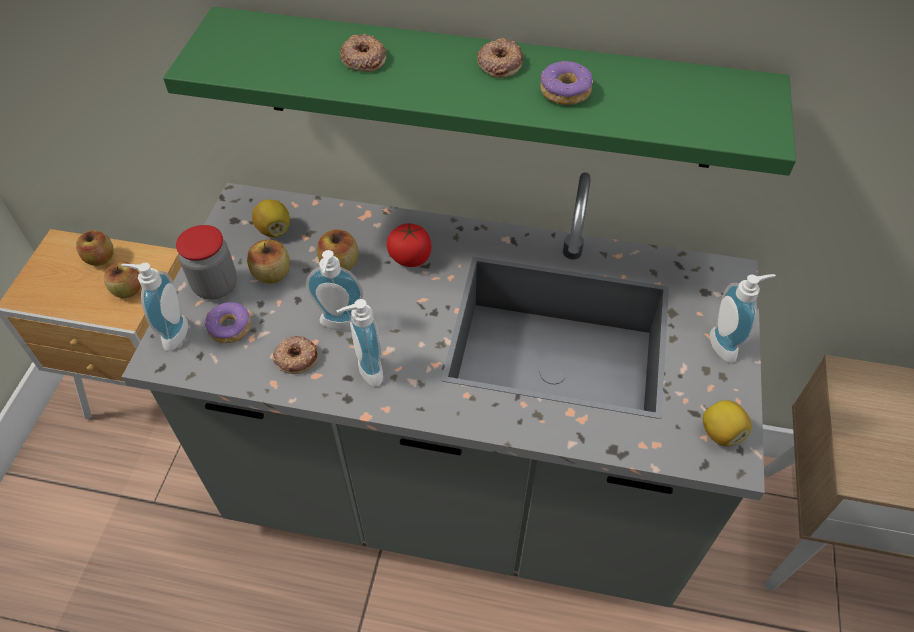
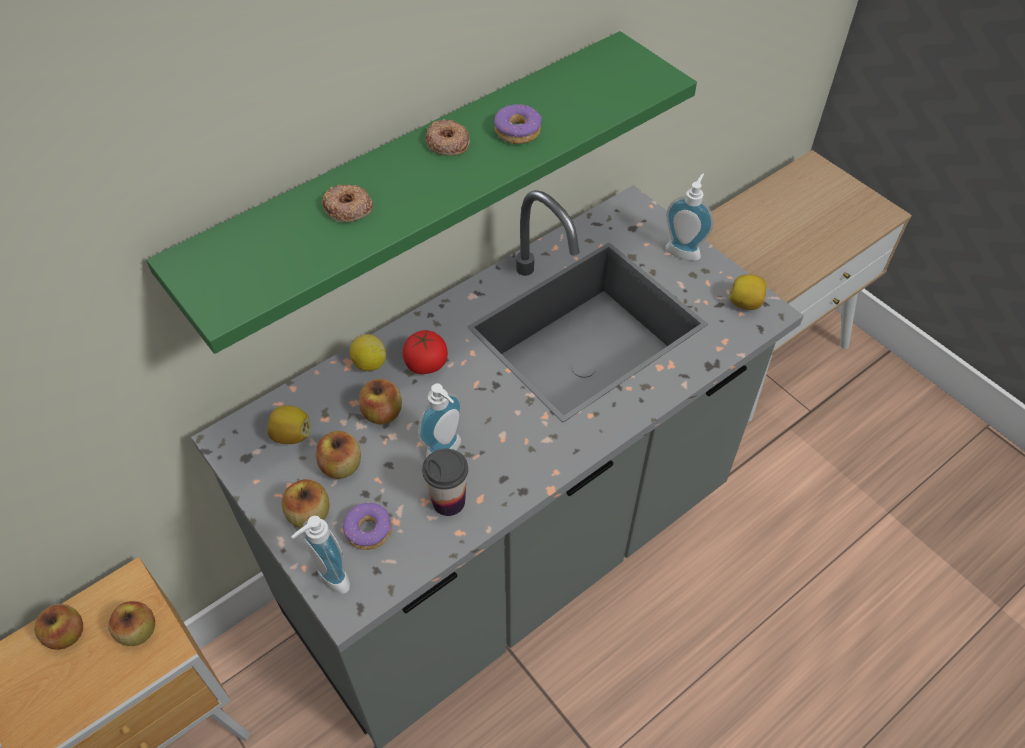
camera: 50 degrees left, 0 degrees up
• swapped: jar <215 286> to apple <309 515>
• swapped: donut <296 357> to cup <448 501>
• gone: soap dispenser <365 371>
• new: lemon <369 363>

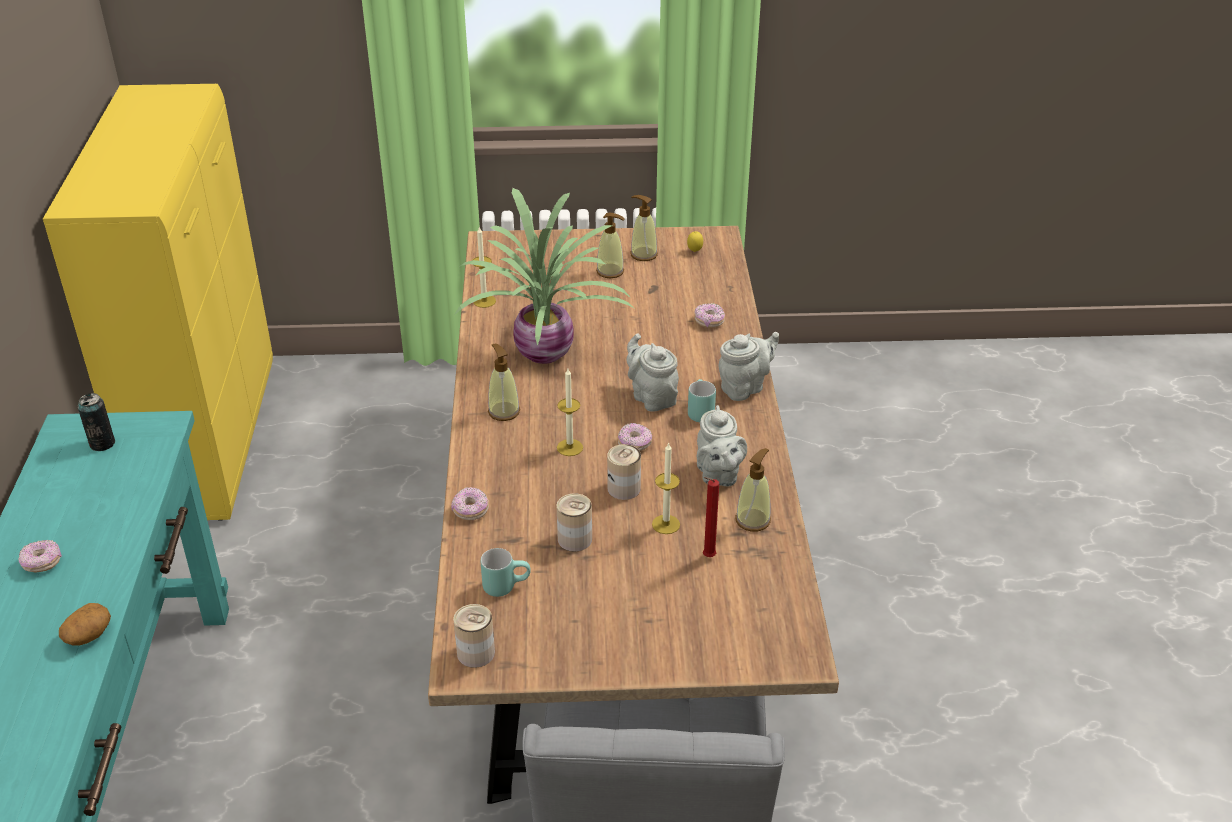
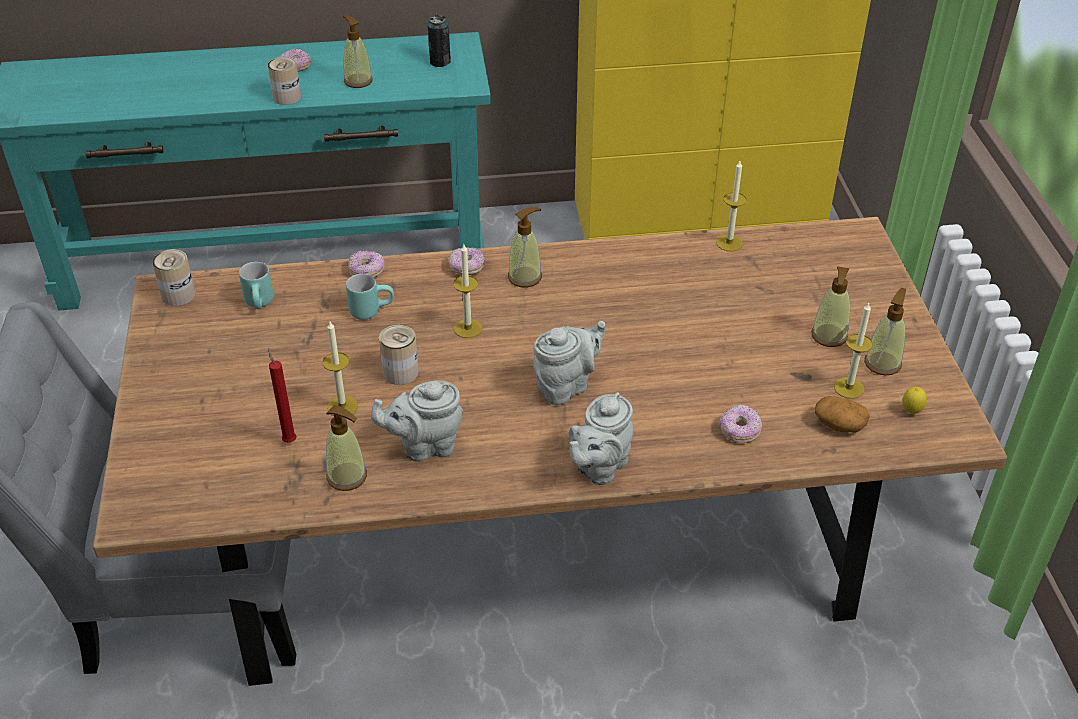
camera: 85 degrees right, 5 degrees up
• shifted: potato <88 635> to <839 424>
• gone: potted plant <546 351>
• shifted: can <575 539> to <287 97>
• shifted: donut <634 444> to <467 268>
• shifted: turquoise mug <698 411> to <371 310>
• rotated: grey teapot <745 387> = <599 467> 75 degrees clockwise
• new: soap dispenser <358 81>
• new: candle <849 388>

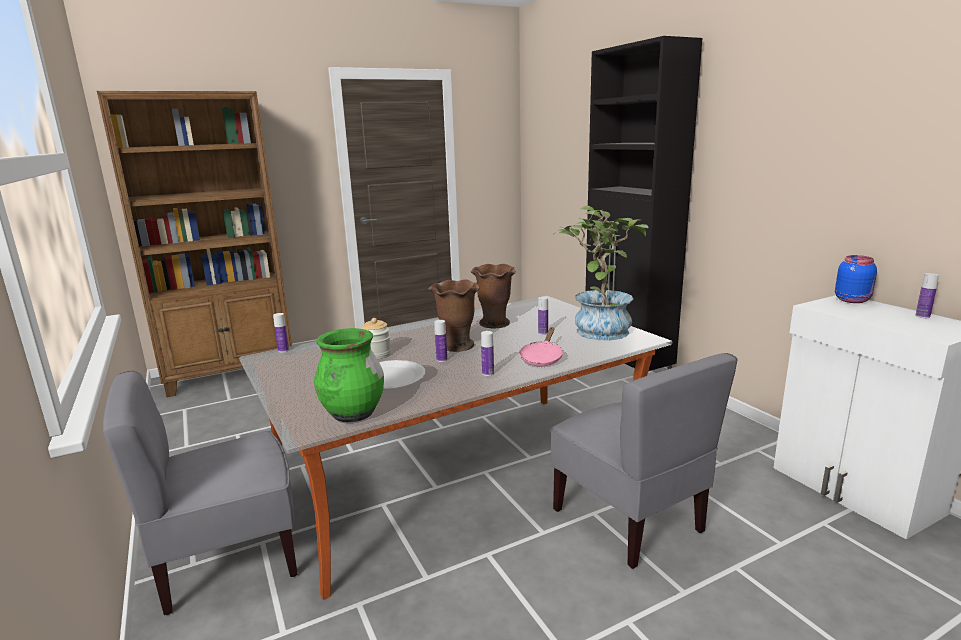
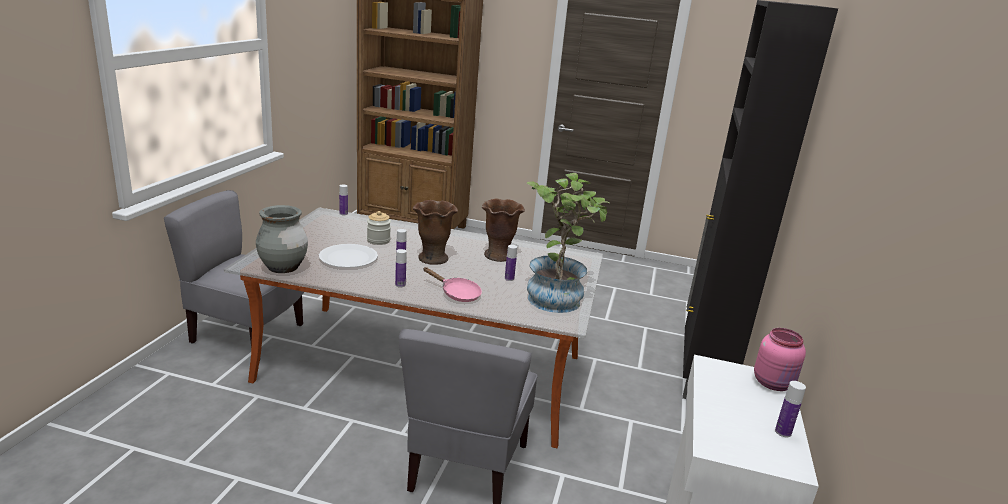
camera: 40 degrees right, 5 degrees up
• repainted: green vase <353 414> to grey vase <283 268>
• rotated: pink frying pan <542 358> = <457 294> 120 degrees counterclockwise
• repainted: blue jar <852 300> to pink jar <774 384>

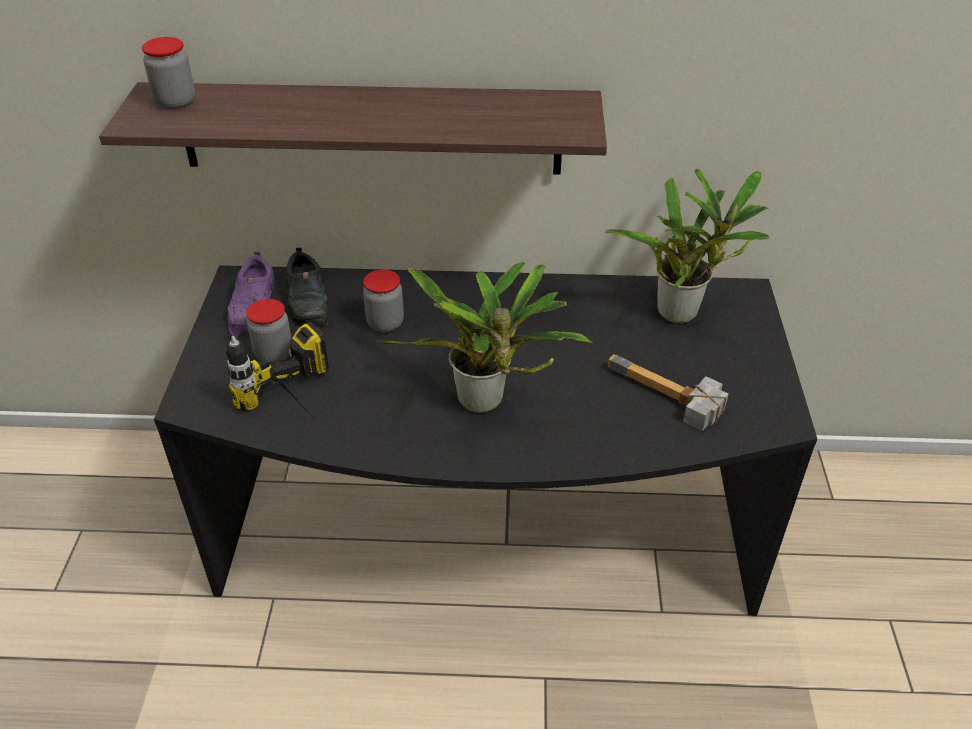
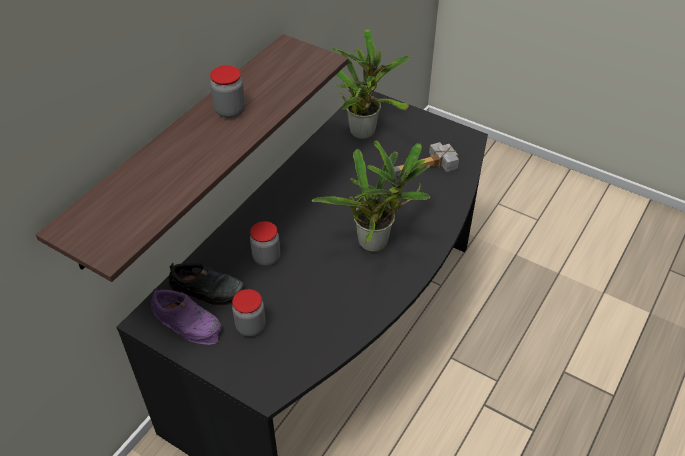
camera: 60 degrees left, 5 degrees up
• shifted: jar <175 102> to <230 111>
• gone: power drill <298 408>

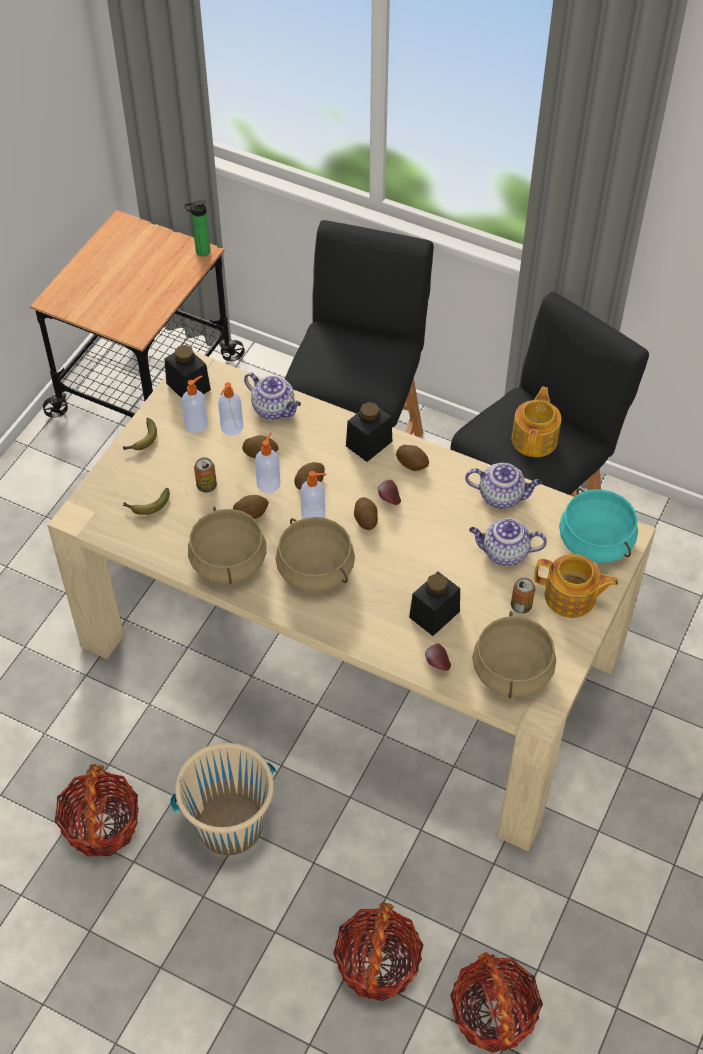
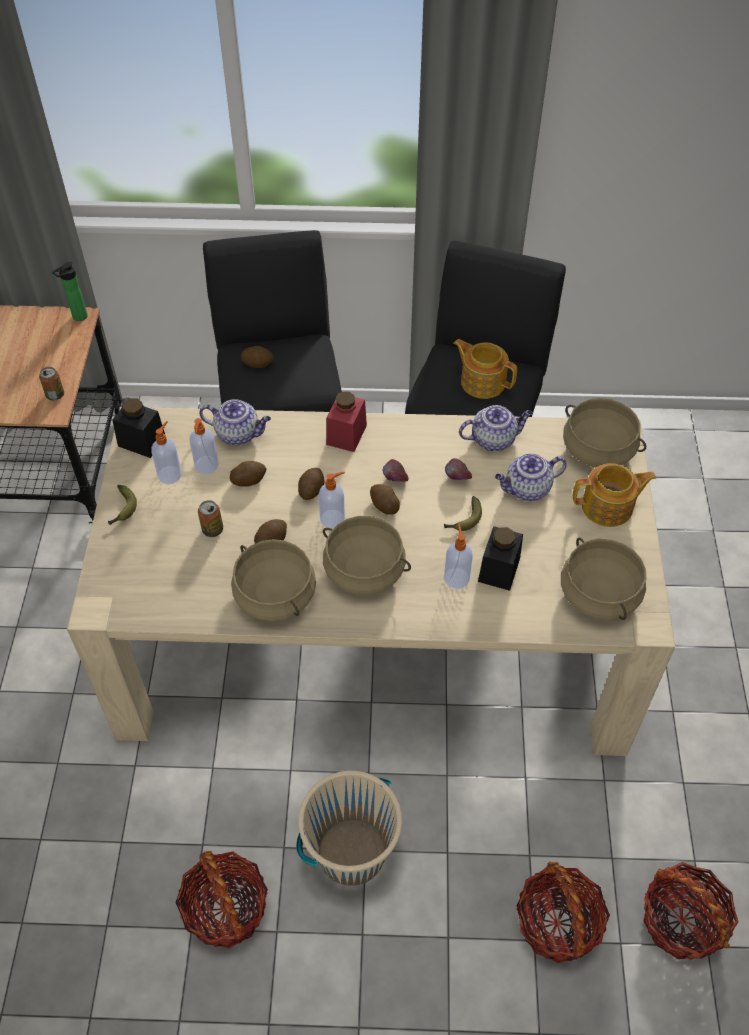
camera: 25 degrees left, 0 degrees up
• shifted: banana <147 506> to <464 520>
• shifted: soap dispenser <269 483> to <456 577>
• repainted: black jar <369 443> to red jar <346 435>
• shifted: potato <412 464> to <258 363>
• shifted: apple <437 665> to <457 479>
• rotated: teapot <535 439> = <482 381> 45 degrees counterclockwise
• shifted: can <521 606> to <55 395>
• repainted: turquoise cooking pot <596 541> to beige cooking pot <598 449>

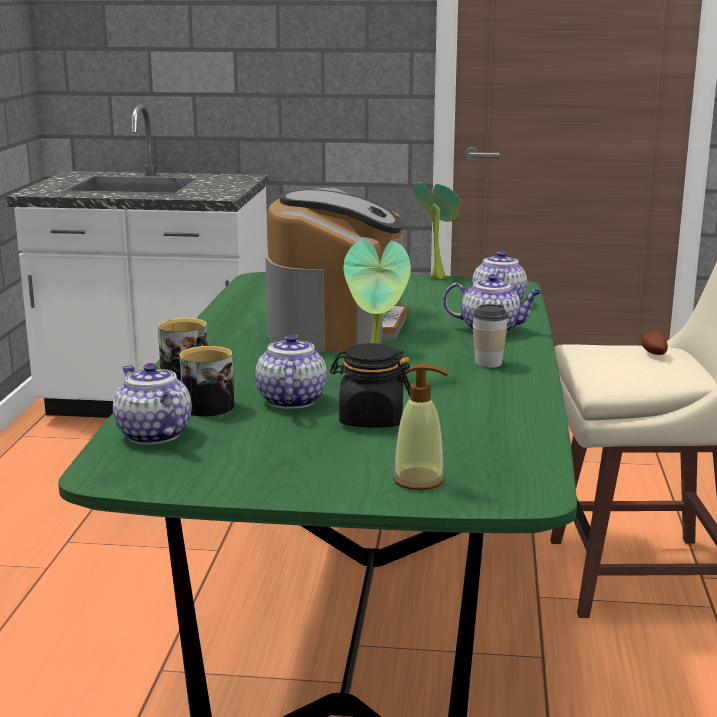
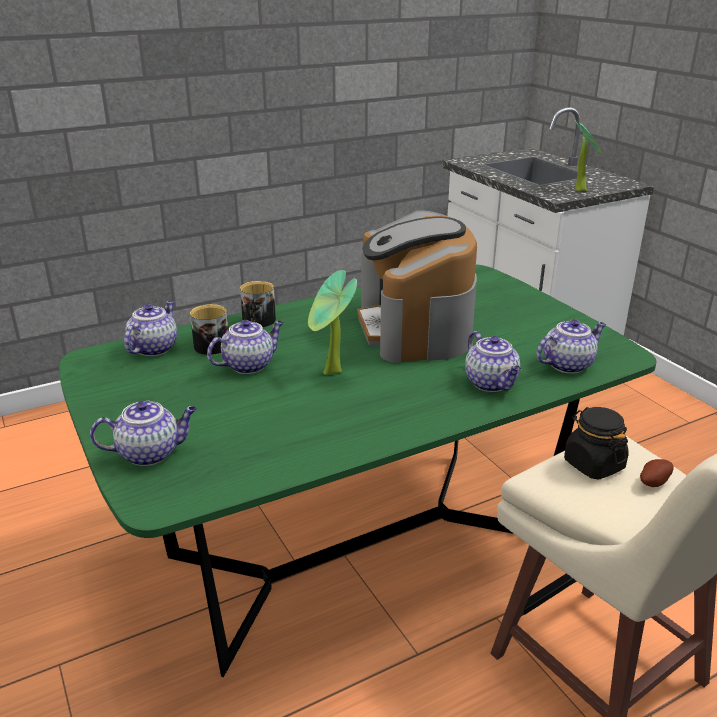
camera: 55 degrees right, 10 degrees up
• rotated: coffee machine <337 324> = <415 328> 105 degrees clockwise
• shifted: black jar <371 419> to <593 464>
• swapped: soap dispenser <419 480> to teapot <150 453>
• shifted: potted plant <436 277> to <581 189>
• gone: cup <488 363>

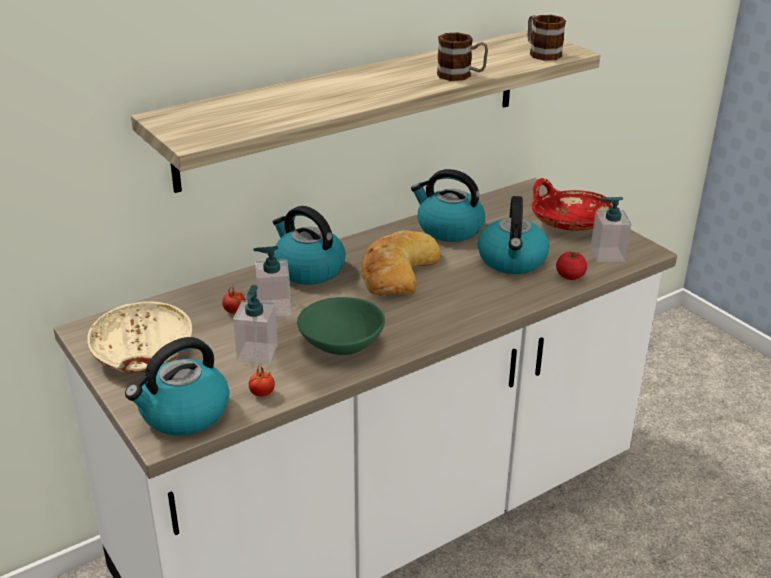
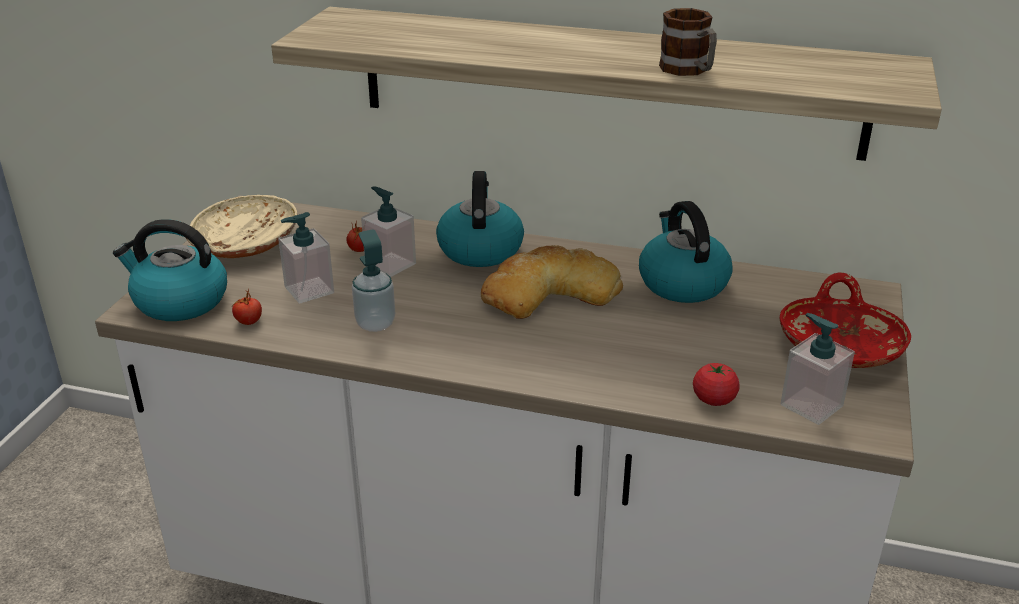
camera: 50 degrees right, 0 degrees up
• swapped: green bowl <341 345> to soap dispenser <375 324>
• gone: kettle <512 261>
• gone: mug <541 53>

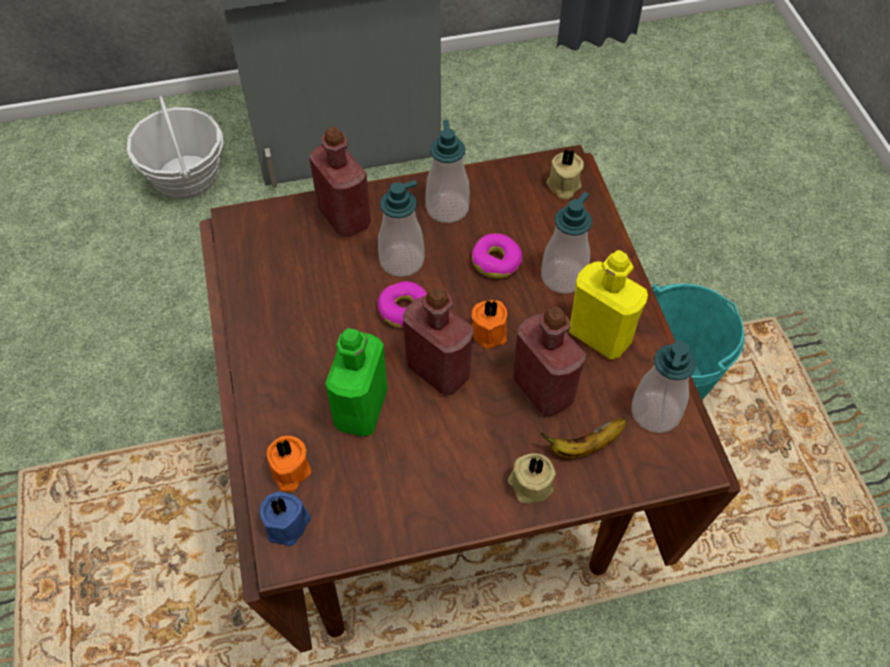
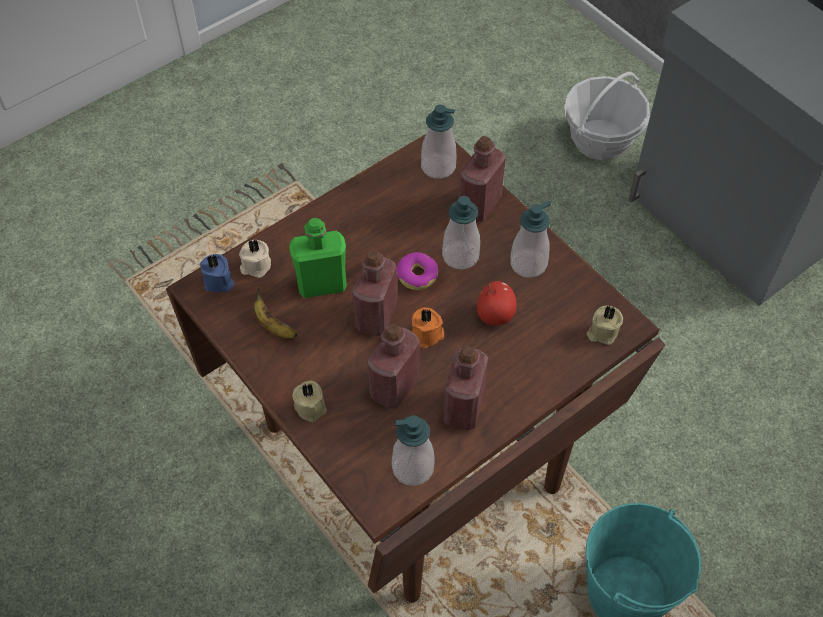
camera: 65 degrees right, 0 degrees up
• repainted: orange candle <289 472> to beige candle <255 266>
• swapped: donut <496 262> to apple <495 315>
• shifted: banana <584 446> to <273 326>
• shifted: soap dispenser <563 277> to <438 166>
• repainted: yellow bottle <599 336> to red bottle <463 408>

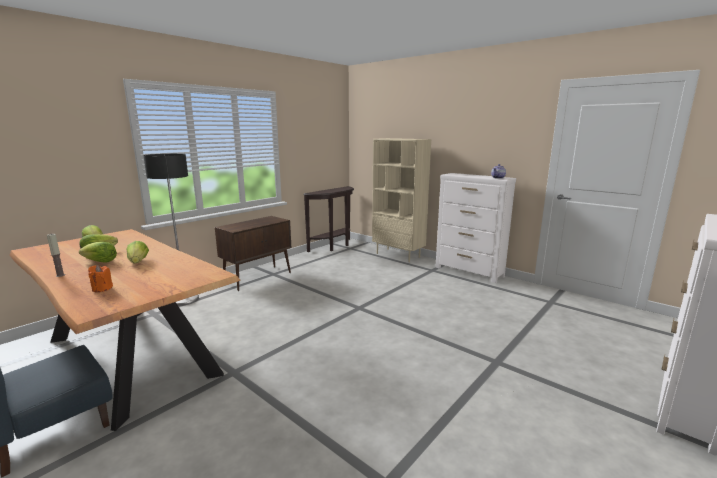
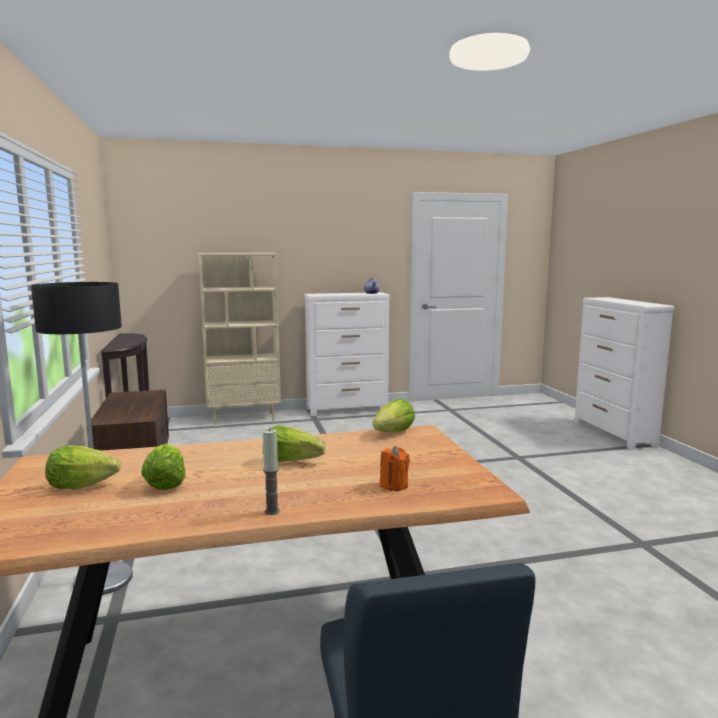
camera: 55 degrees left, 5 degrees down
• shifted: lettuce <100 262> to <394 433>

